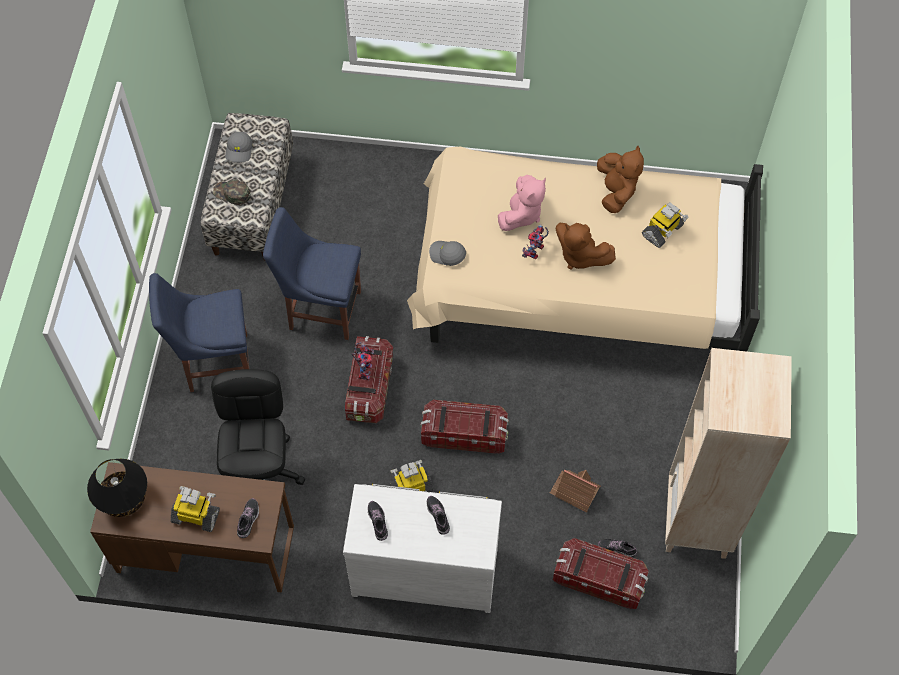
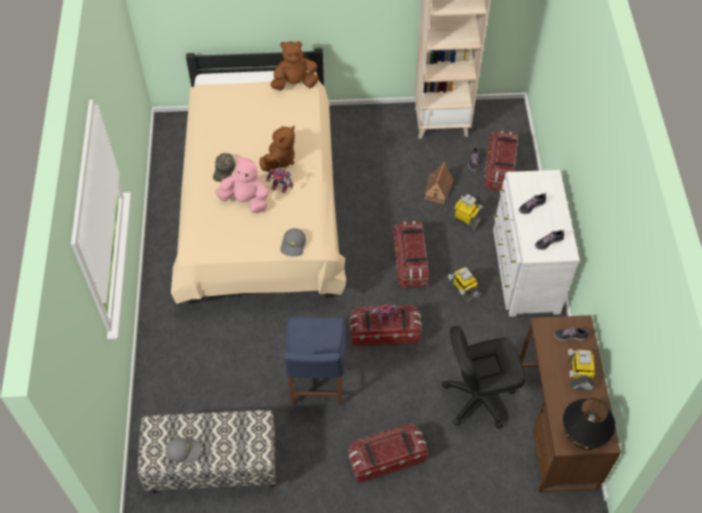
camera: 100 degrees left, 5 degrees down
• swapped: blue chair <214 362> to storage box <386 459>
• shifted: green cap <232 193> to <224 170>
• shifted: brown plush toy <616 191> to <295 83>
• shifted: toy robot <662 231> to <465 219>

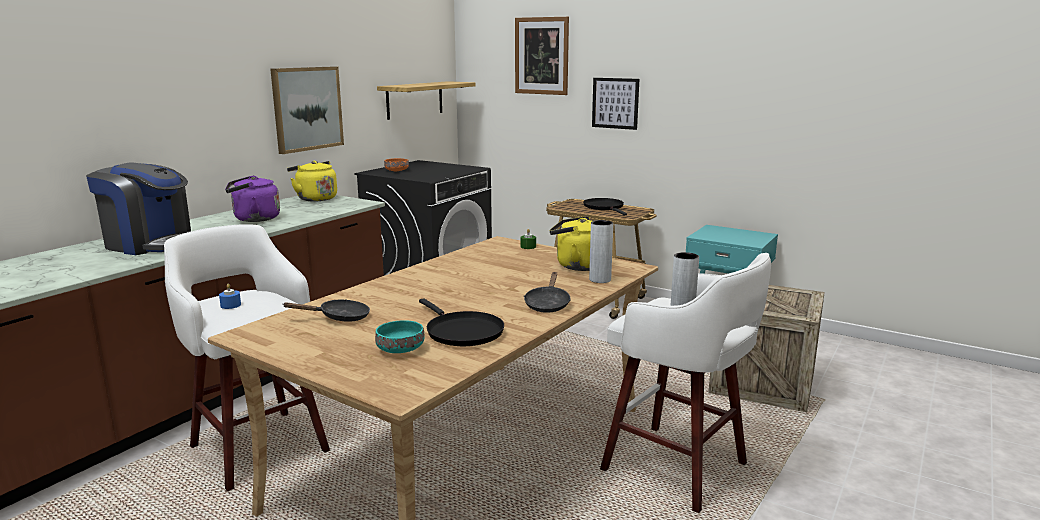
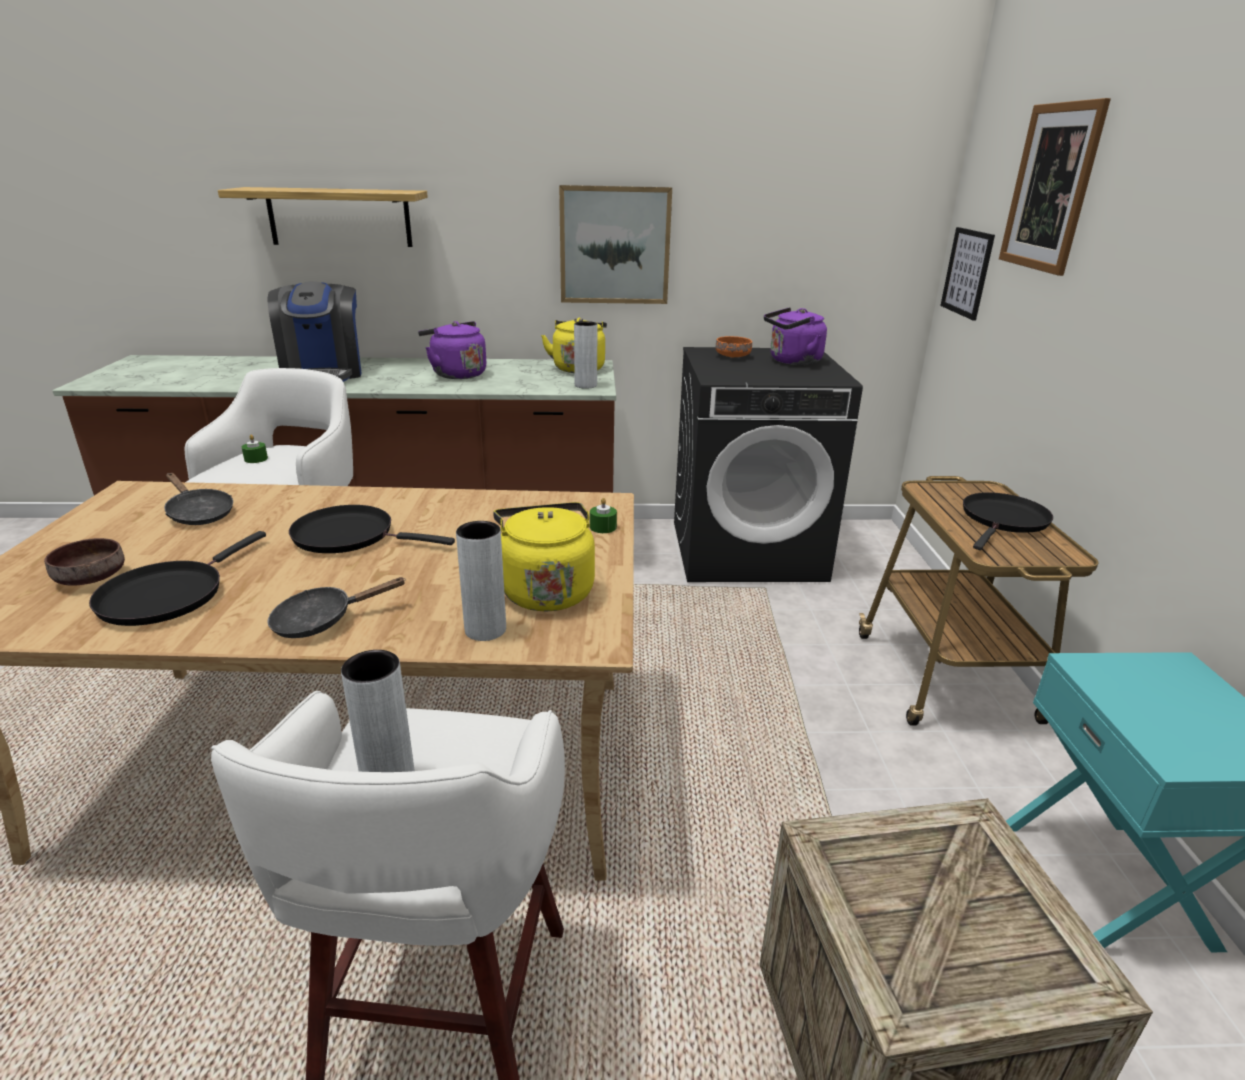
camera: 55 degrees right, 10 degrees up
• repainted: blue candle <230 305> to green candle <256 459>
• repainted: turquoise bowl <399 349> to brown bowl <92 577>
• shifted: shelf <415 100> to <339 217>
• shifted: picture <615 103> to <967 272>
• new: black frying pan <350 536>
• new: grey vase <585 385>
• new: purple kettle <792 361>

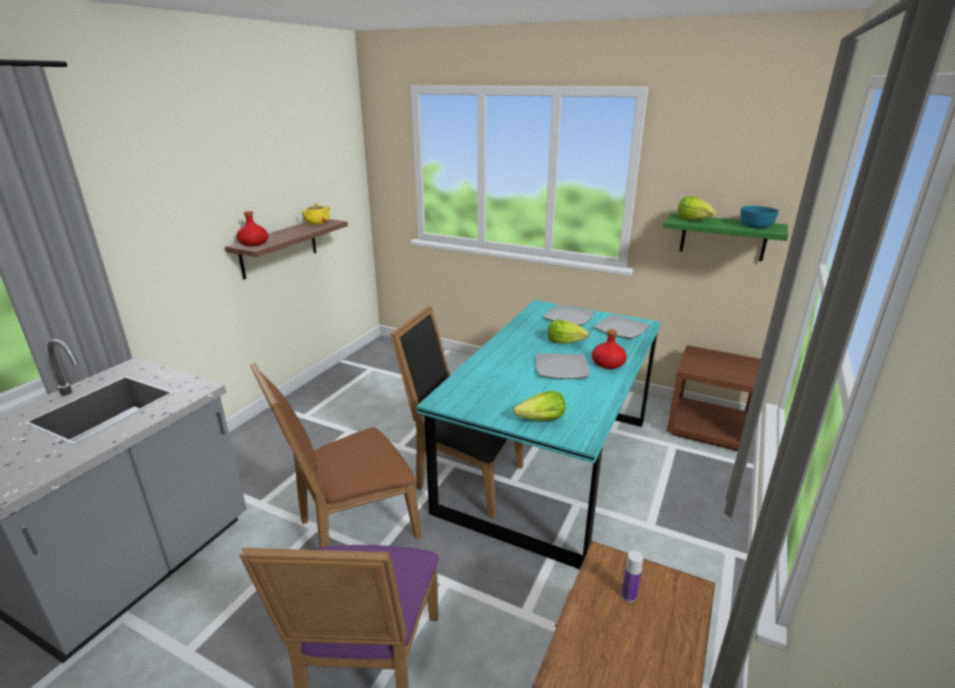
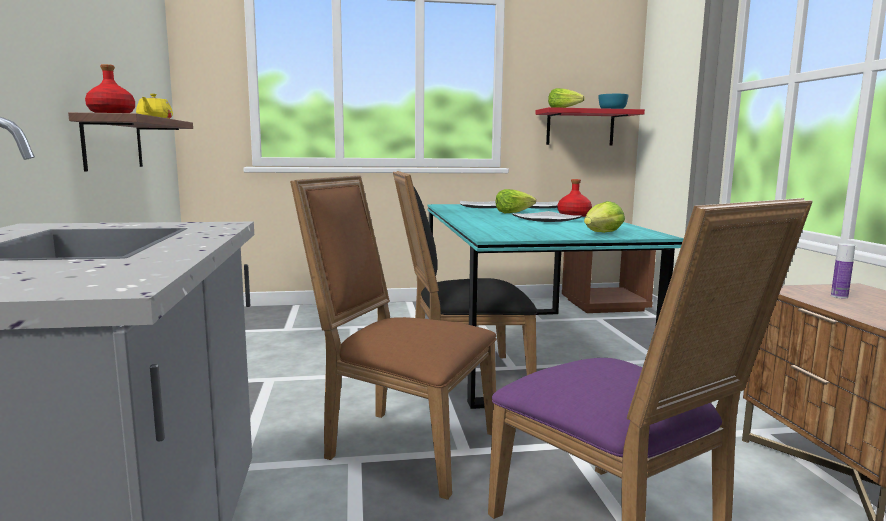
camera: 35 degrees left, 15 degrees down
• rotated: brown chair <351 528> = <402 445> 90 degrees clockwise
• repainted: green shelf <723 237> to red shelf <580 128>

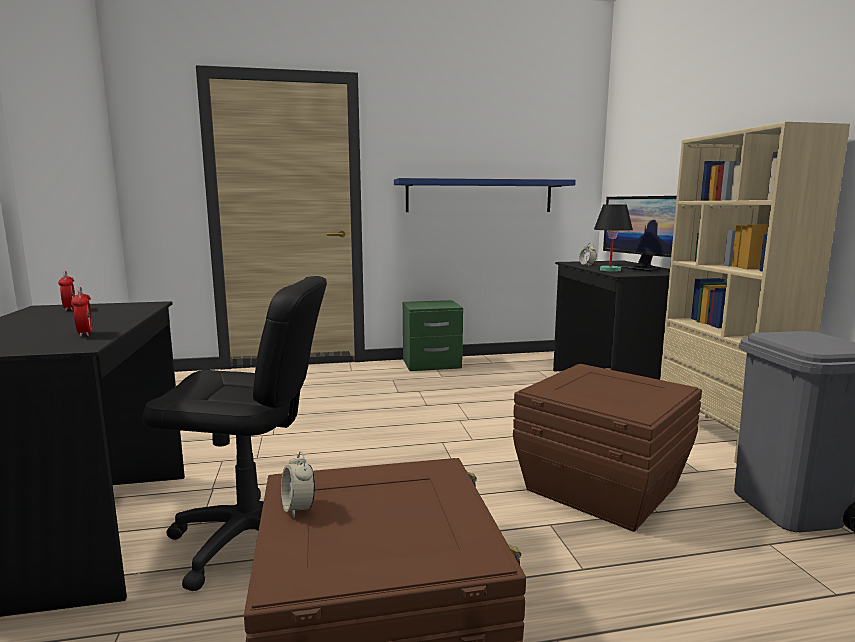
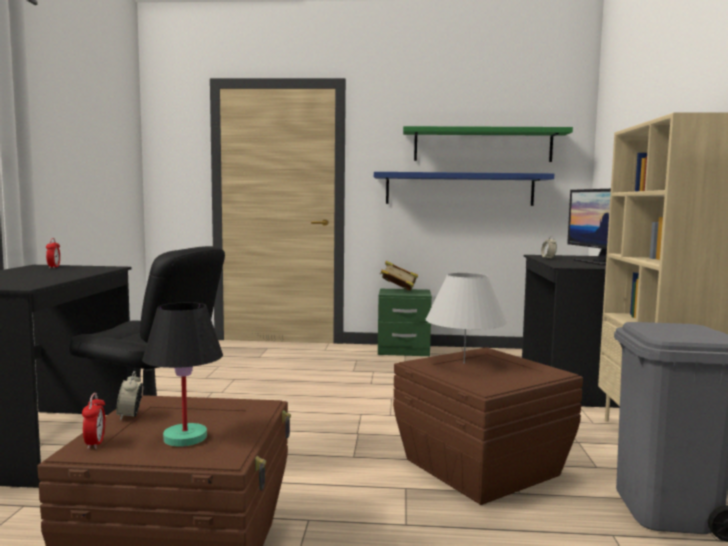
camera: 15 degrees right, 5 degrees down
• shifted: alarm clock <85 334> to <95 444>
• shifted: black table lamp <610 270> to <186 437>
• new: book <398 292>
• new: green shelf <482 145>
• new: white table lamp <464 363>

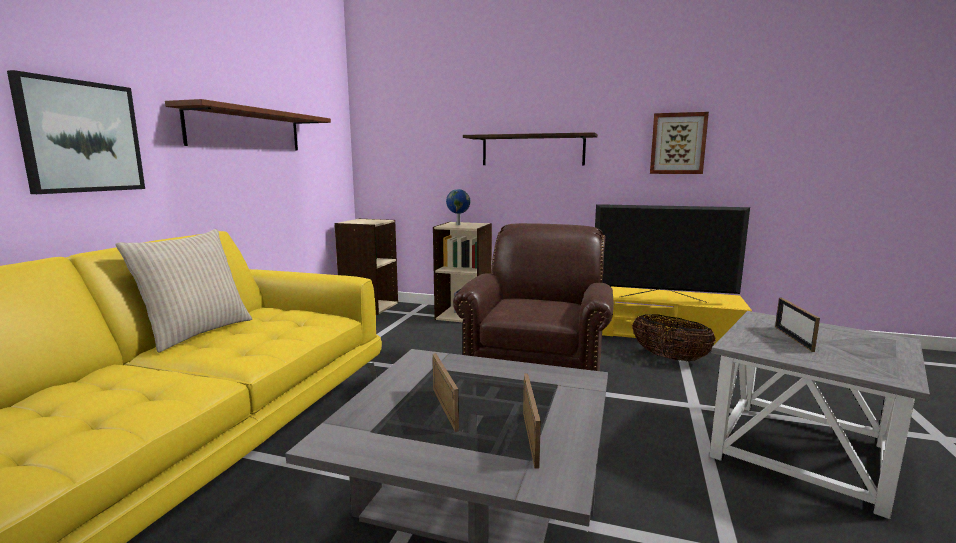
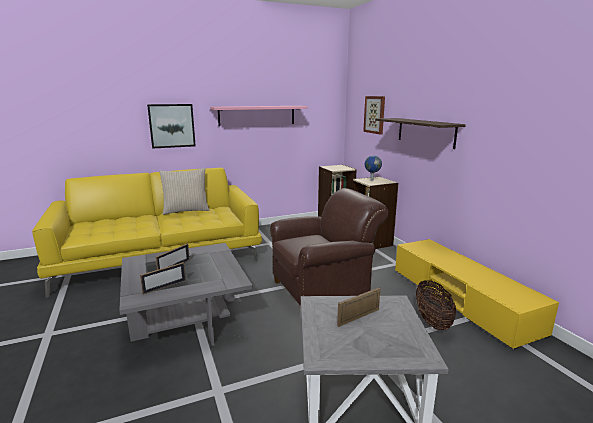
camera: 50 degrees right, 5 degrees up
• repainted: brown shelf <246 130> to pink shelf <257 115>
• gone: television <662 299>
• shifted: picture <678 143> to <375 114>

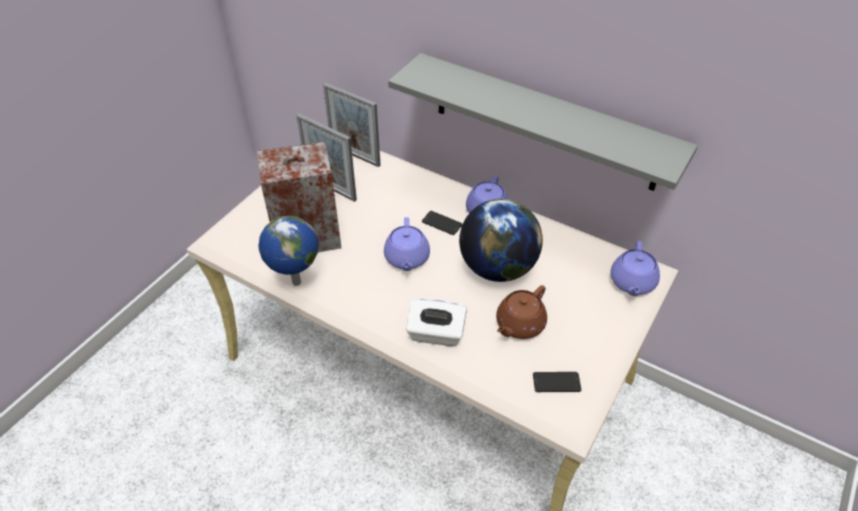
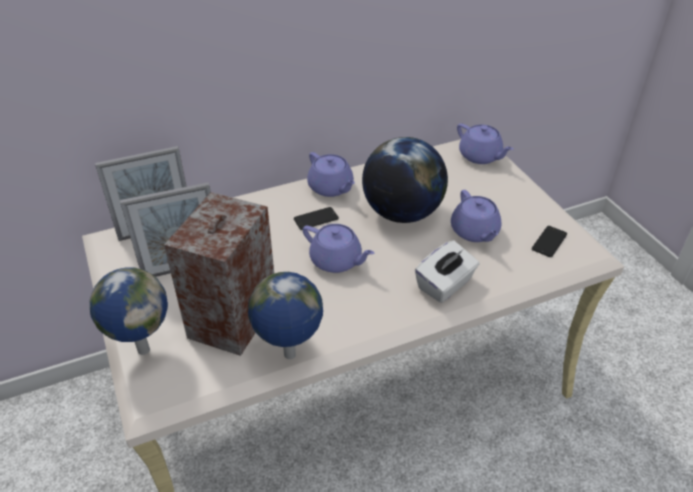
camera: 55 degrees left, 5 degrees down
• gone: grey shelf <544 122>
• repainted: brown teapot <519 324> to purple teapot <475 232>
• new: globe <143 349>

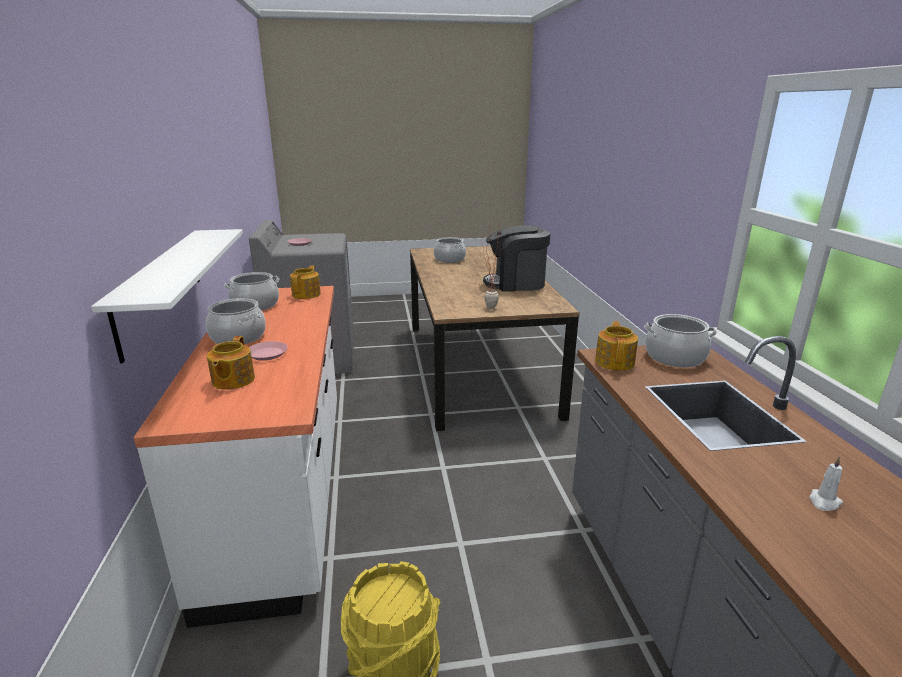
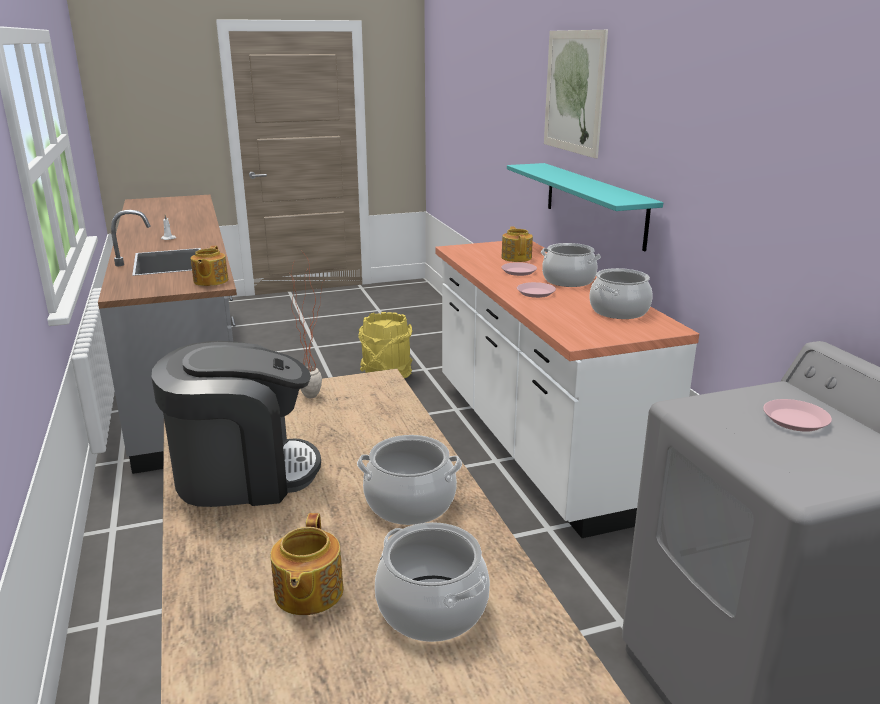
camera: 170 degrees right, 0 degrees up
• repainted: white shelf <160 287> to turquoise shelf <594 203>
• shifted: teapot <307 294> to <307 593>
• shifted: cooking pot <675 357> to <410 503>
• new: pink plate <535 293>
• new: picture <574 92>

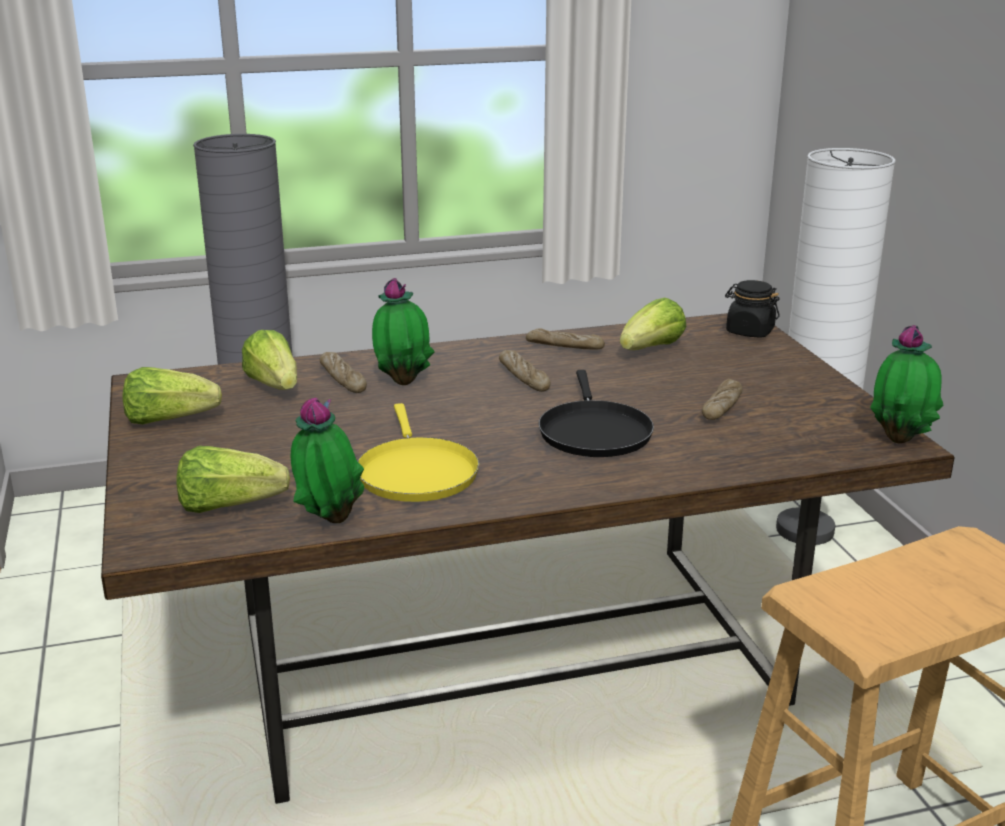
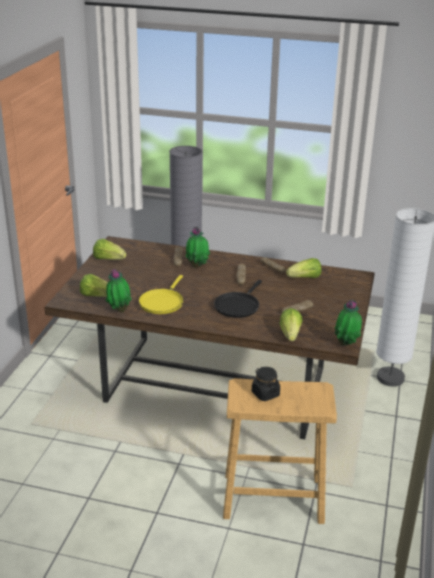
camera: 30 degrees right, 5 degrees up
• shifted: lettuce <274 385> to <290 334>
• shifted: black jar <749 331> to <265 394>

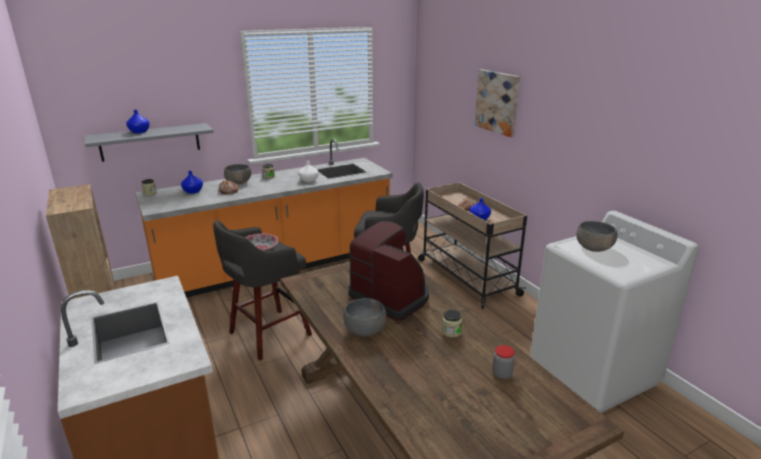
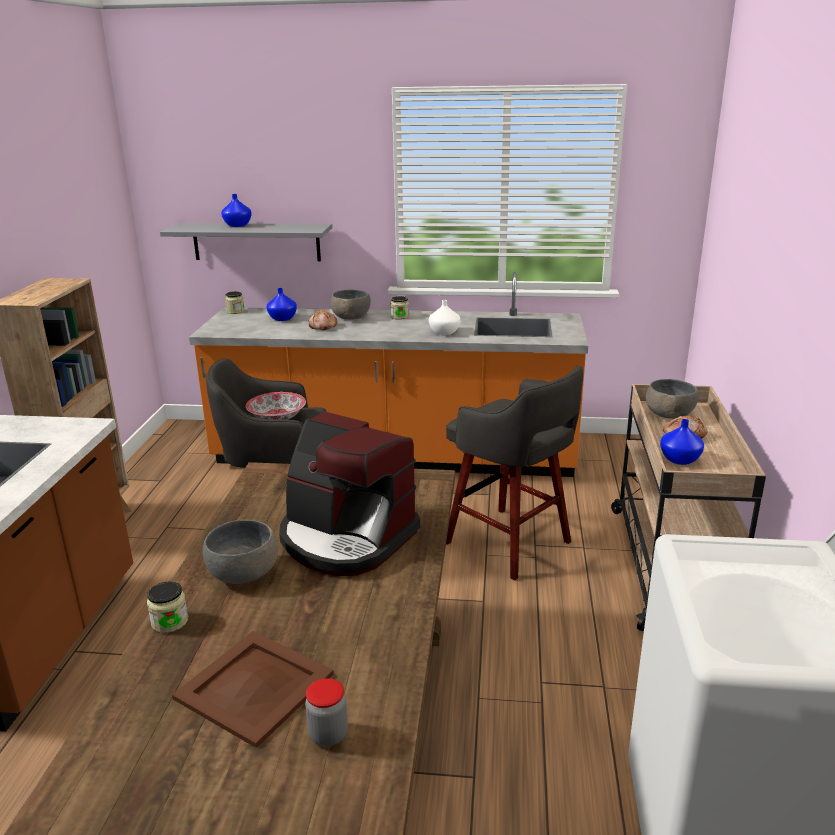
camera: 35 degrees right, 0 degrees up
• rotated: coffee machine <391 297> = <346 538> 135 degrees clockwise
• shifted: jar <451 332> to <170 622>
• gone: picture <497 102>
• shifted: grey bowl <594 248> to <669 414>
• new: brown tray <253 686>

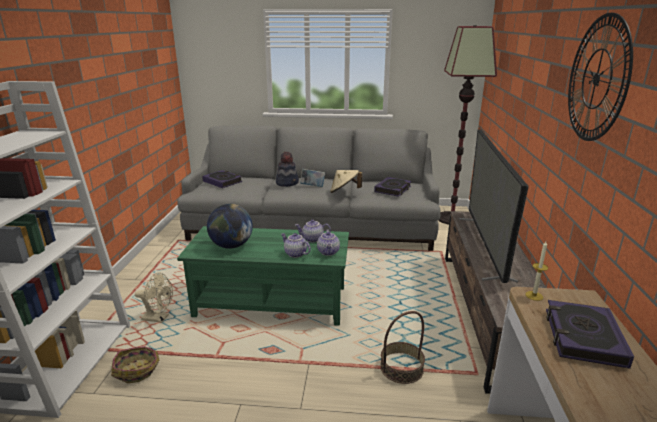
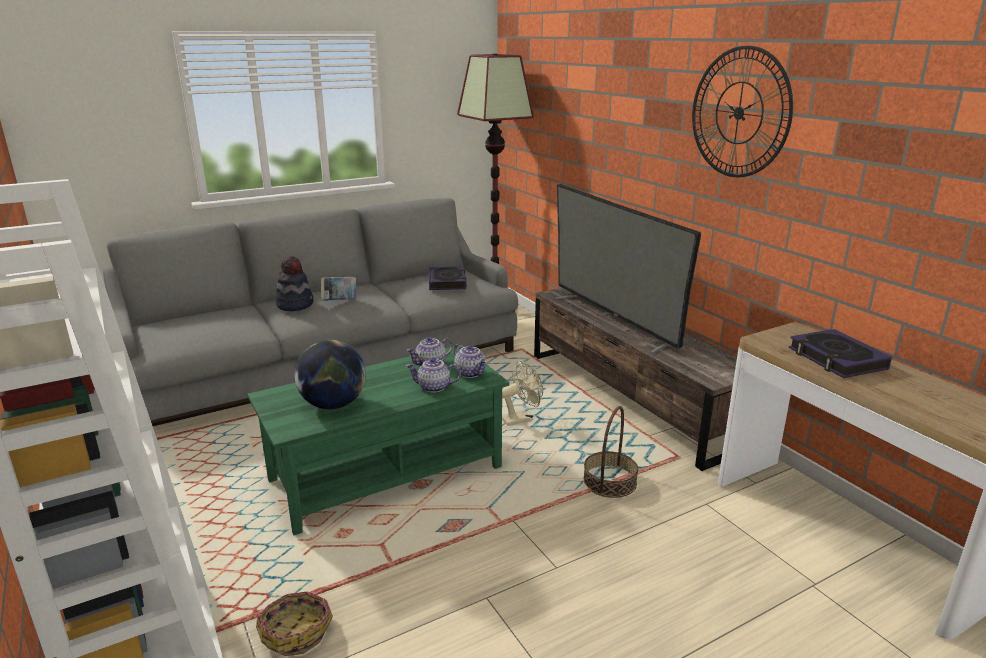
camera: 35 degrees left, 0 degrees up
• shifted: beige fan <159 318> to <521 418>
• gone: book <222 181>
• gone: beige hat <344 191>
• gone: candle <534 296>

